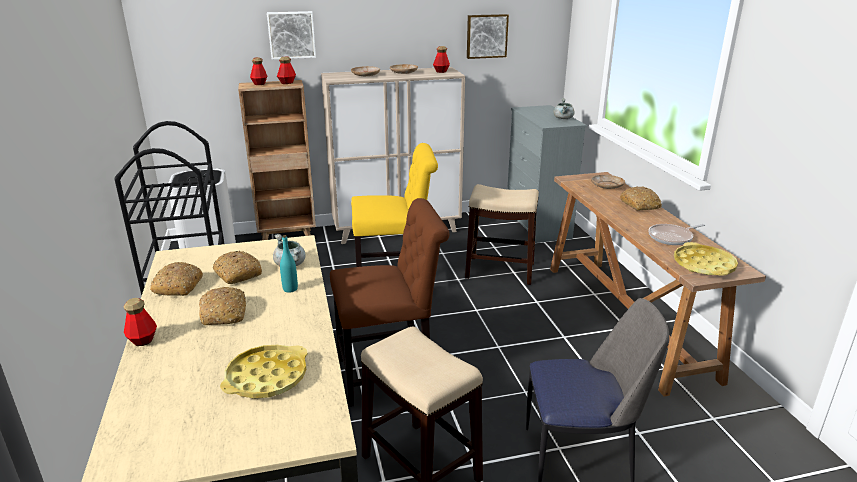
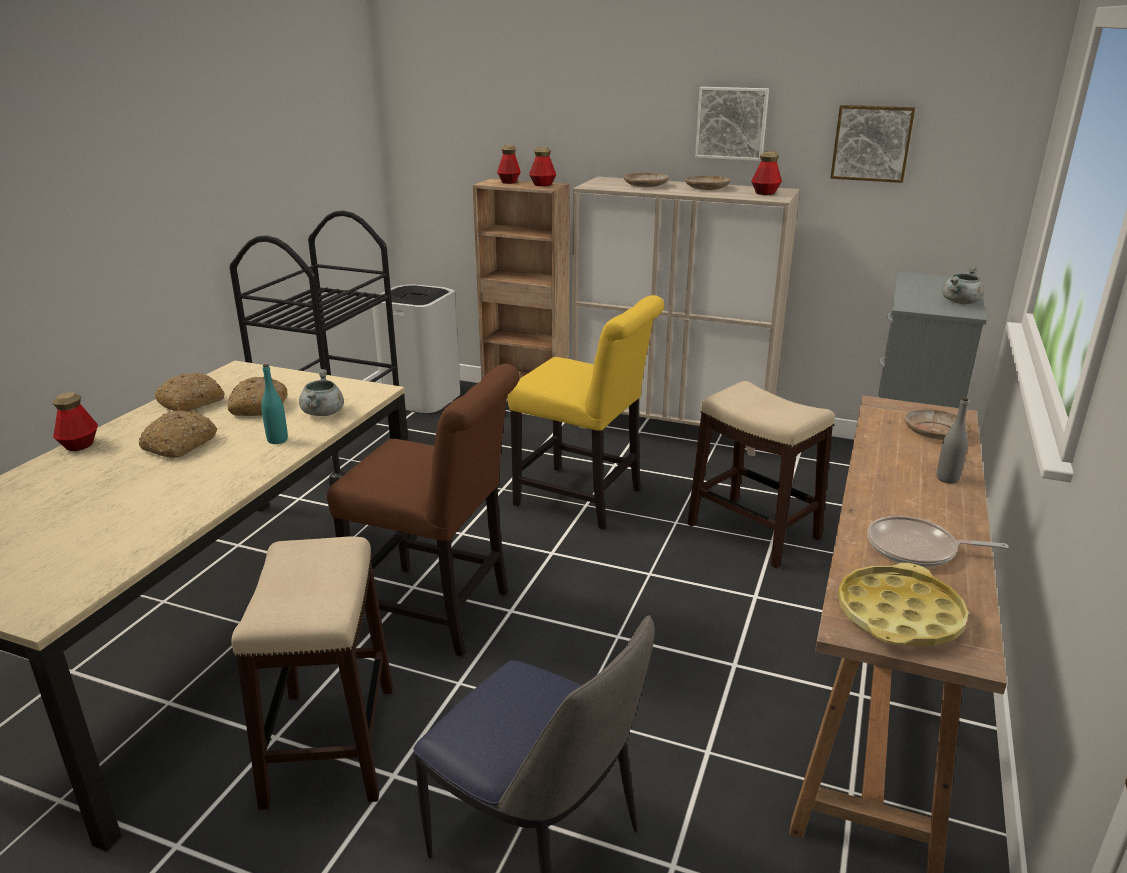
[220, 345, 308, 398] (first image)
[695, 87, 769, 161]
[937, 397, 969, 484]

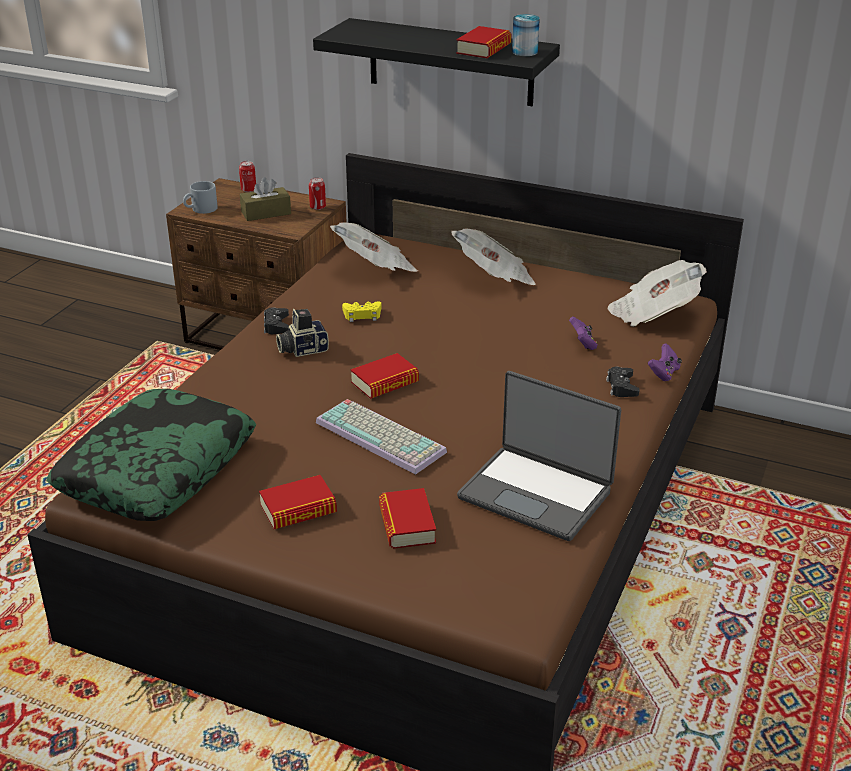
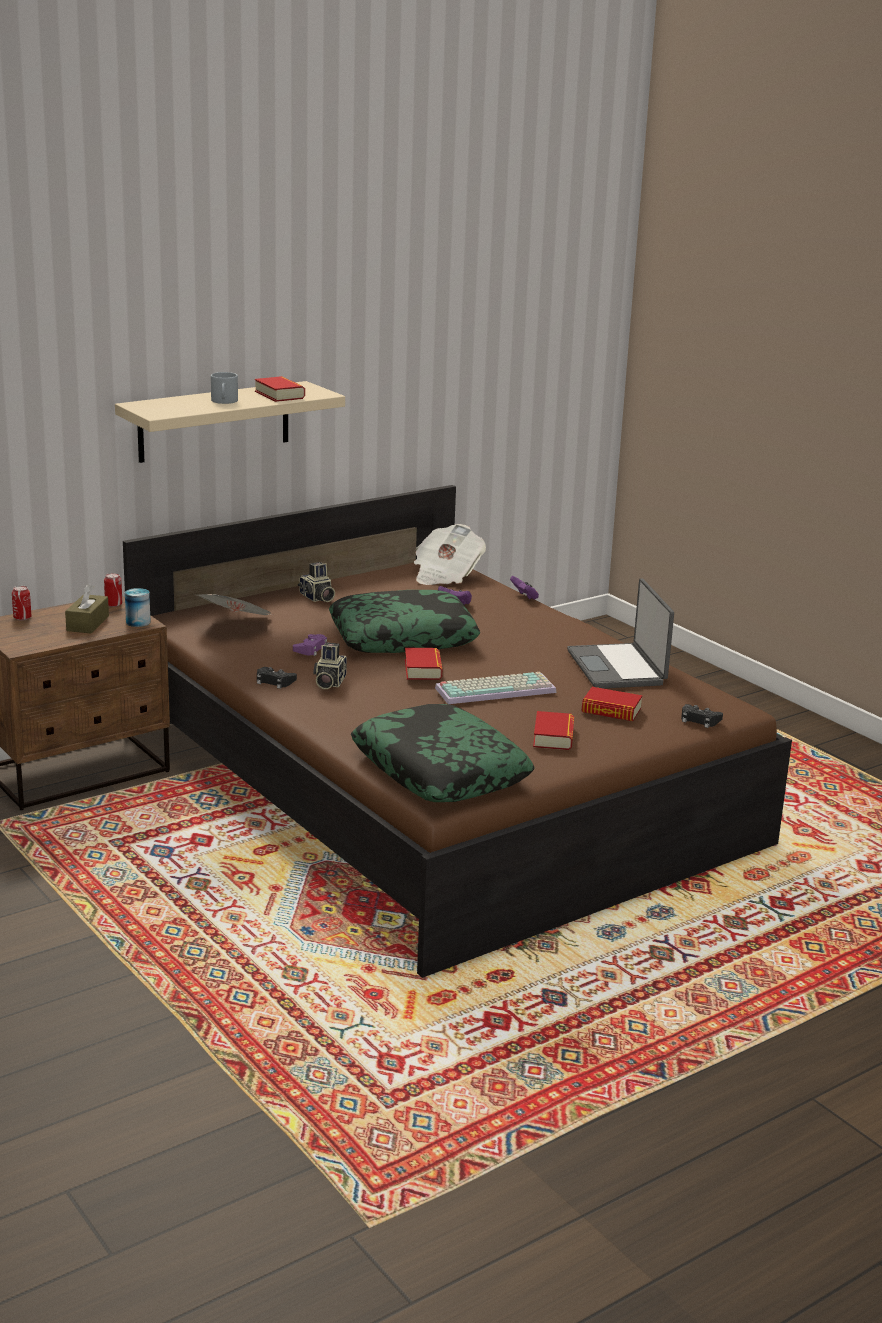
[329, 590, 480, 653]
[211, 372, 238, 404]
[125, 588, 151, 627]
[681, 704, 723, 728]
[298, 562, 335, 602]
[115, 381, 345, 463]
[293, 634, 327, 656]
[567, 578, 674, 689]

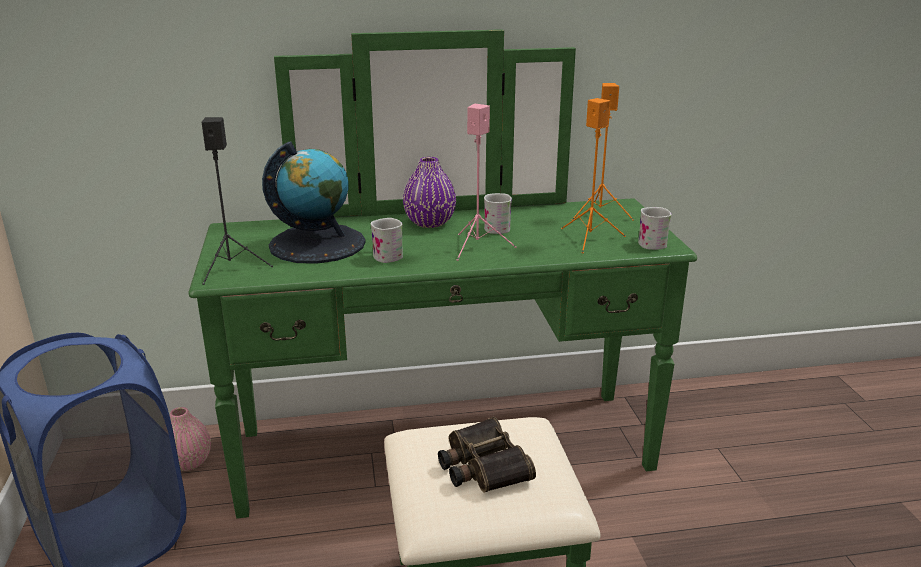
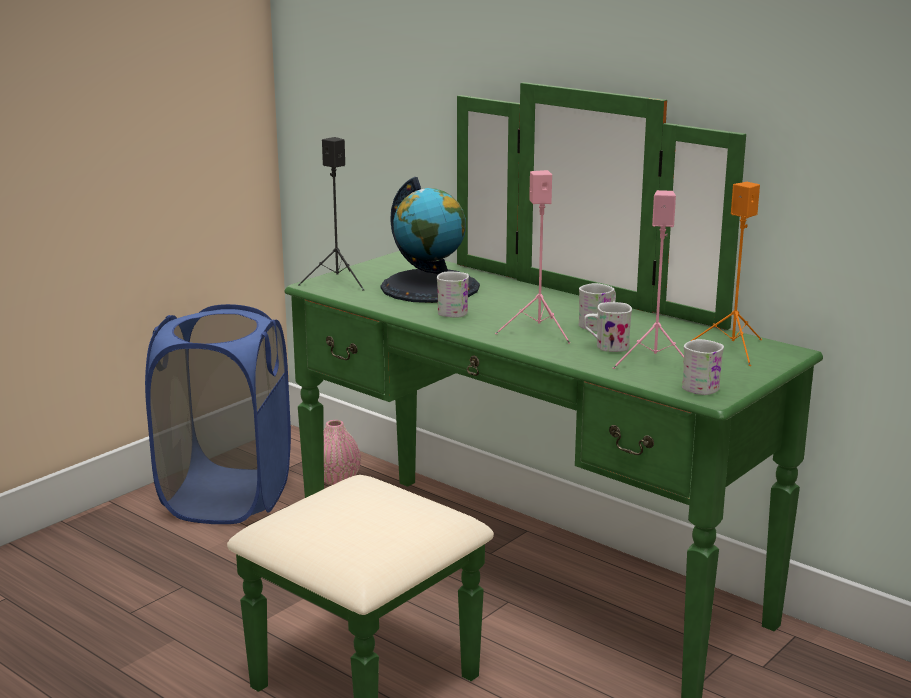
[403, 157, 456, 228] (first image)
[438, 417, 536, 493] (first image)
[584, 302, 632, 352]
[613, 190, 684, 369]

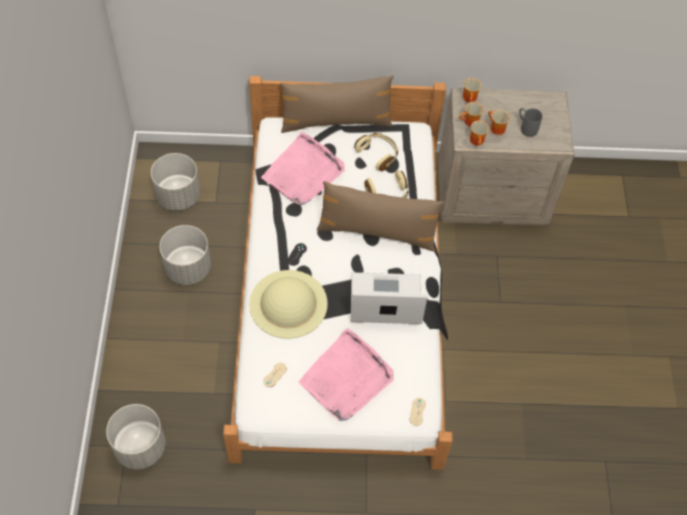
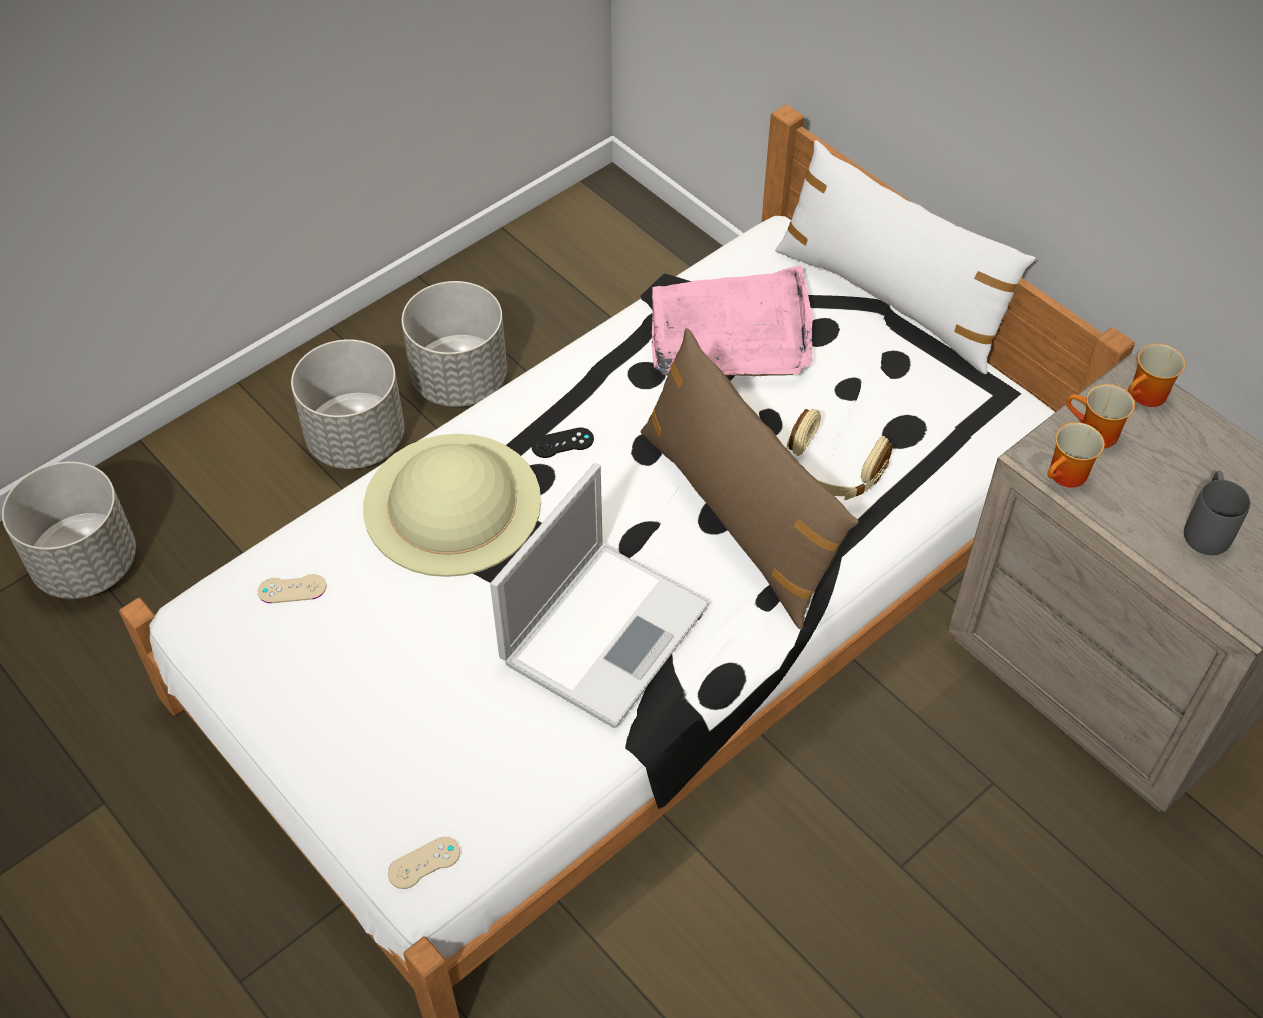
[298, 328, 394, 421] (first image)
[354, 133, 399, 171] (first image)
[488, 110, 510, 135] (first image)
[291, 339, 405, 469]
[775, 140, 1036, 374]
[490, 463, 710, 728]

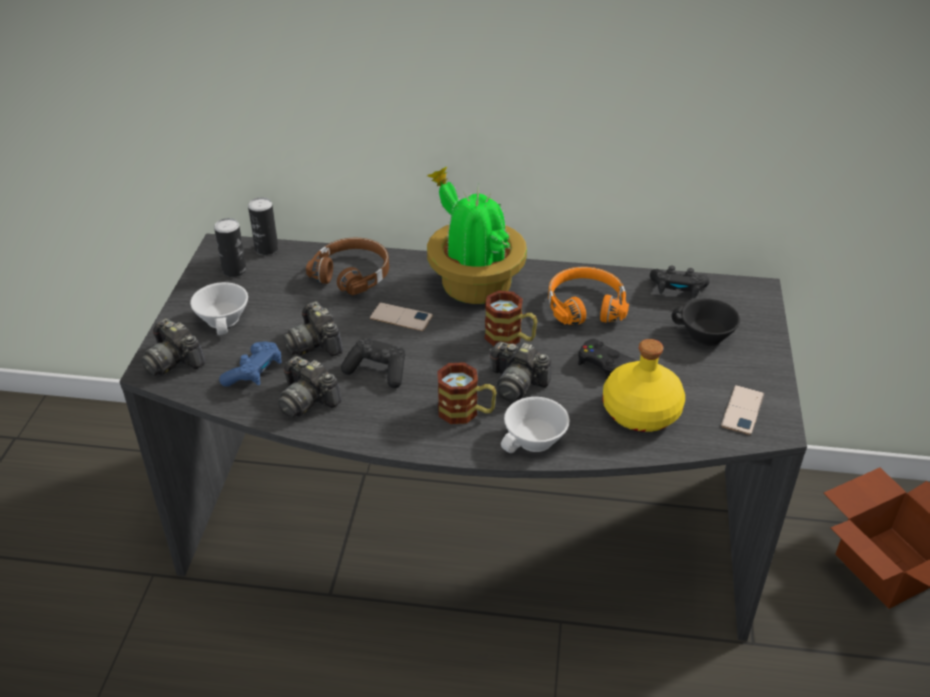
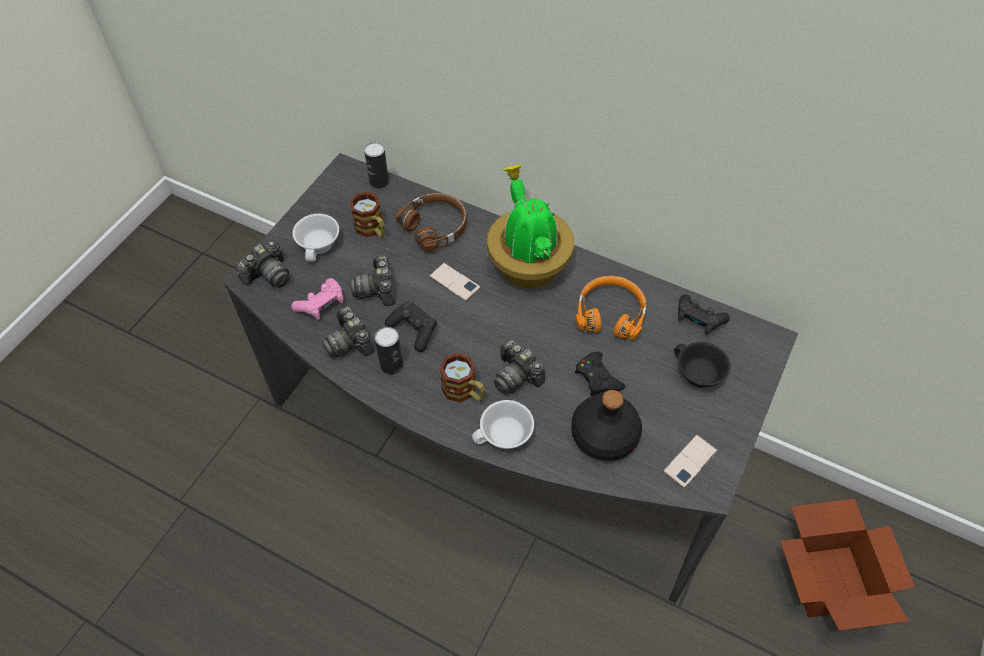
[375, 327, 403, 375]
[350, 192, 385, 237]
[291, 278, 343, 319]
[571, 390, 642, 461]
[236, 241, 290, 288]

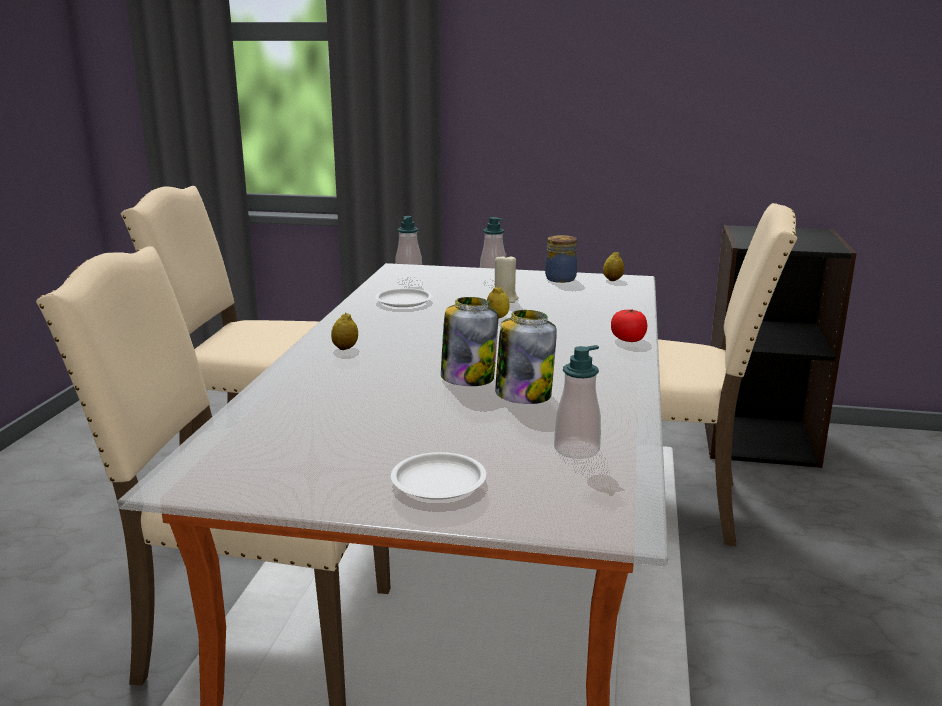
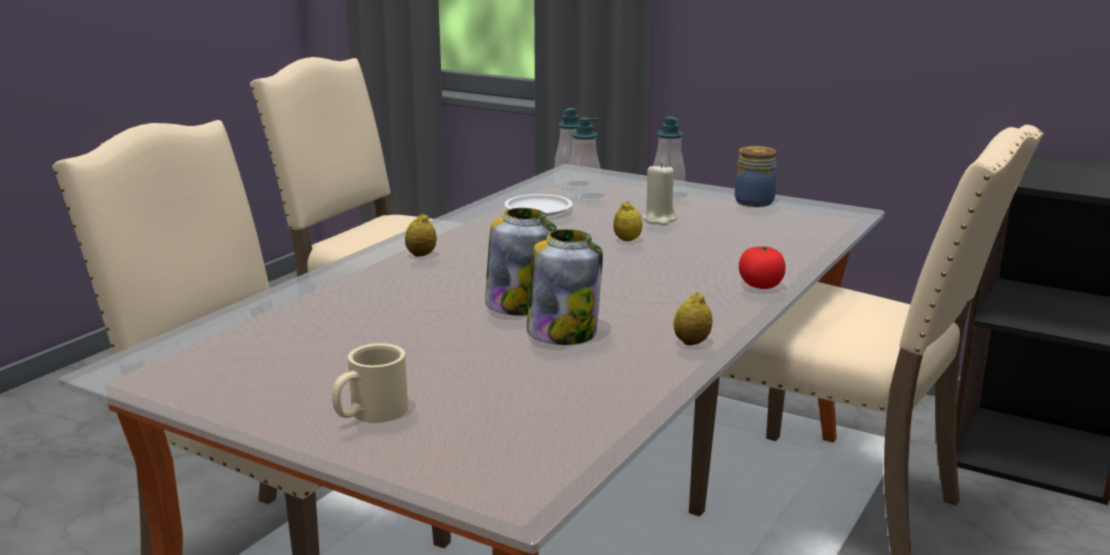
[567, 117, 601, 201]
[674, 292, 713, 345]
[332, 343, 408, 423]

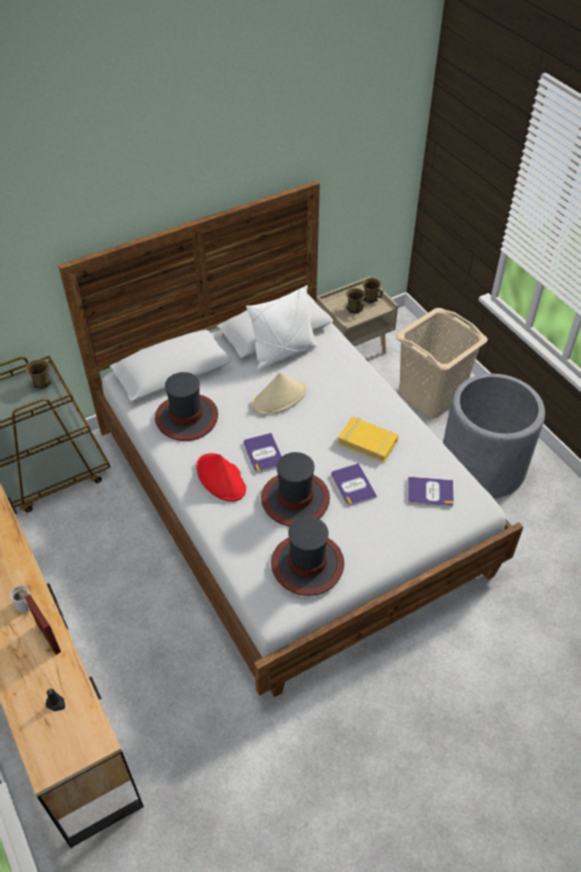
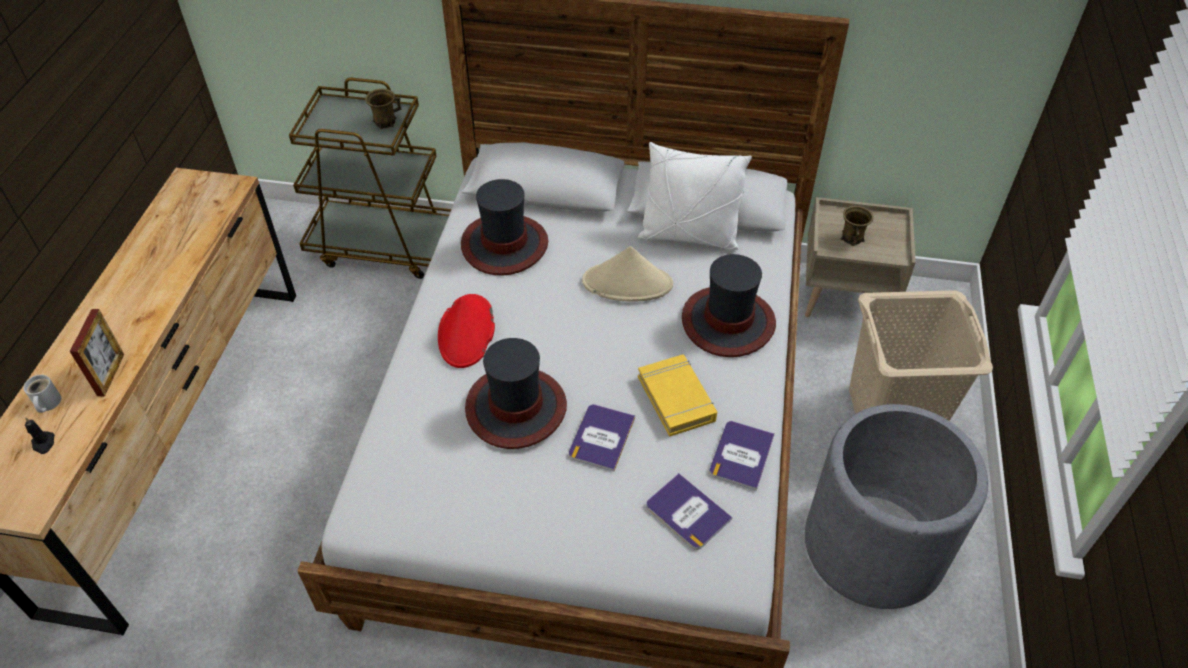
[362, 278, 383, 304] (first image)
[23, 375, 61, 413]
[709, 421, 775, 491]
[682, 254, 776, 357]

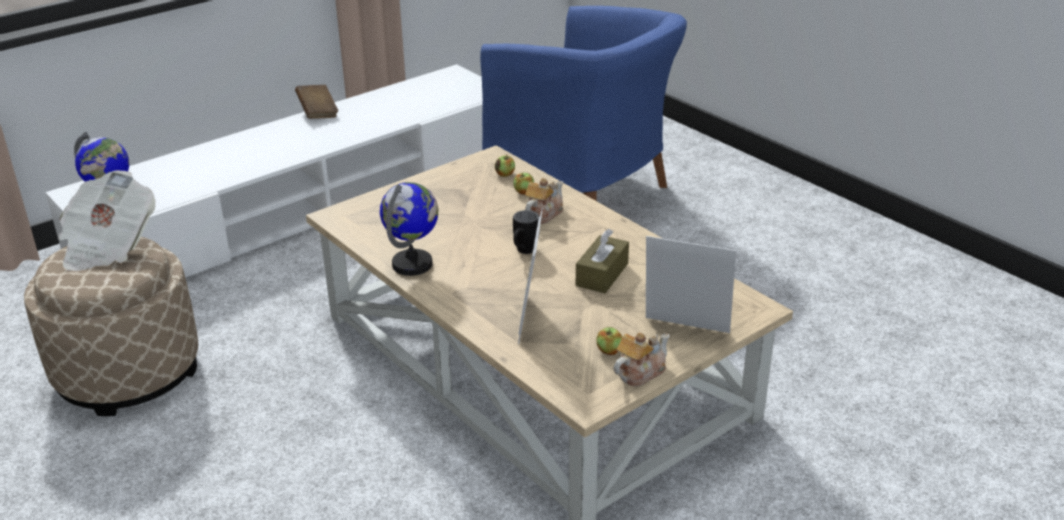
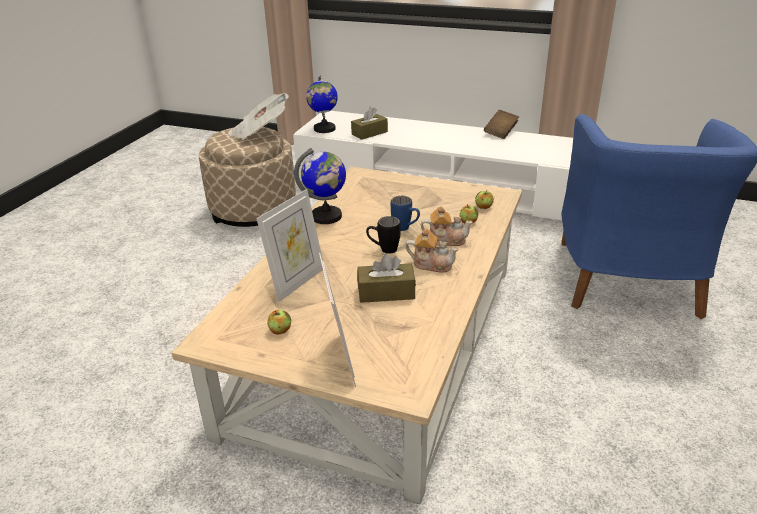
[351, 107, 388, 140]
[391, 196, 420, 231]
[405, 229, 459, 273]
[256, 189, 323, 302]

